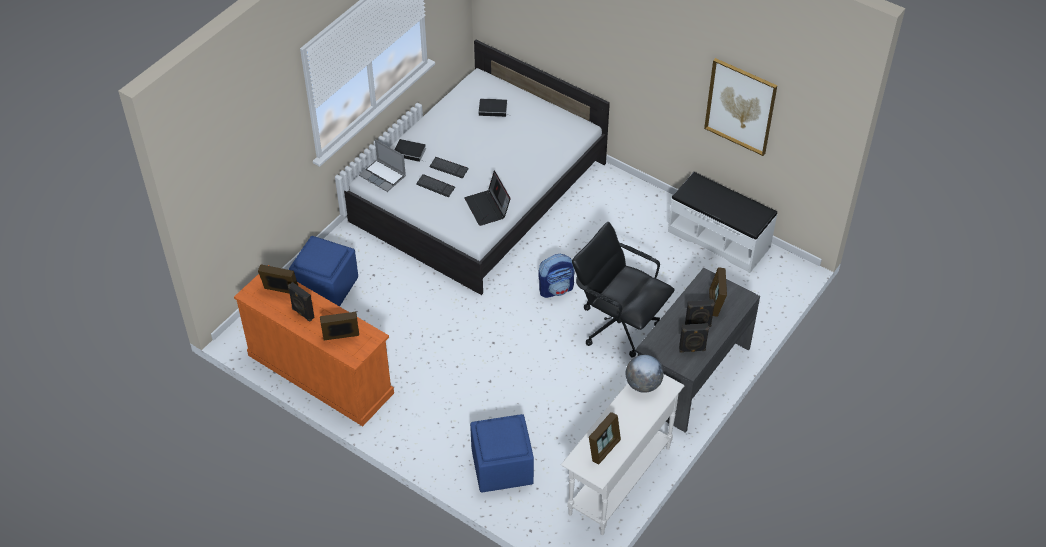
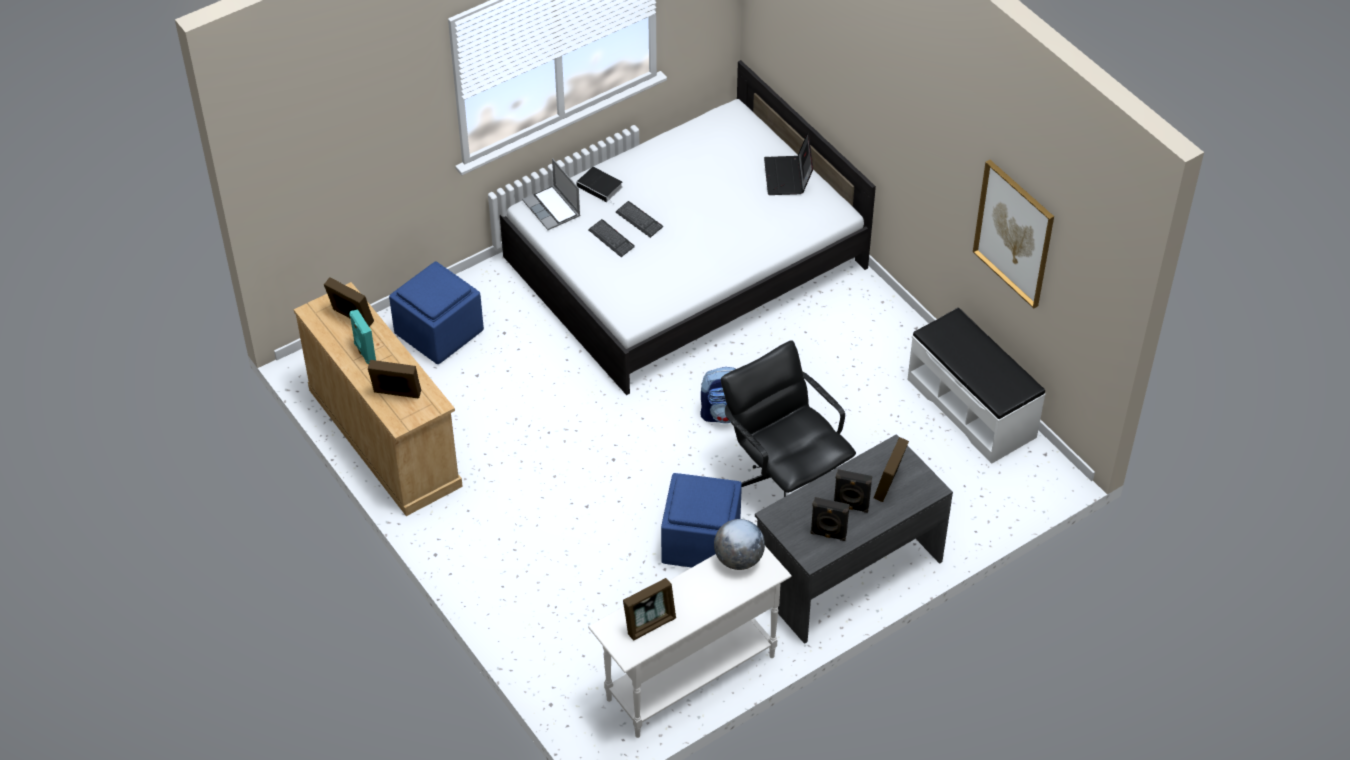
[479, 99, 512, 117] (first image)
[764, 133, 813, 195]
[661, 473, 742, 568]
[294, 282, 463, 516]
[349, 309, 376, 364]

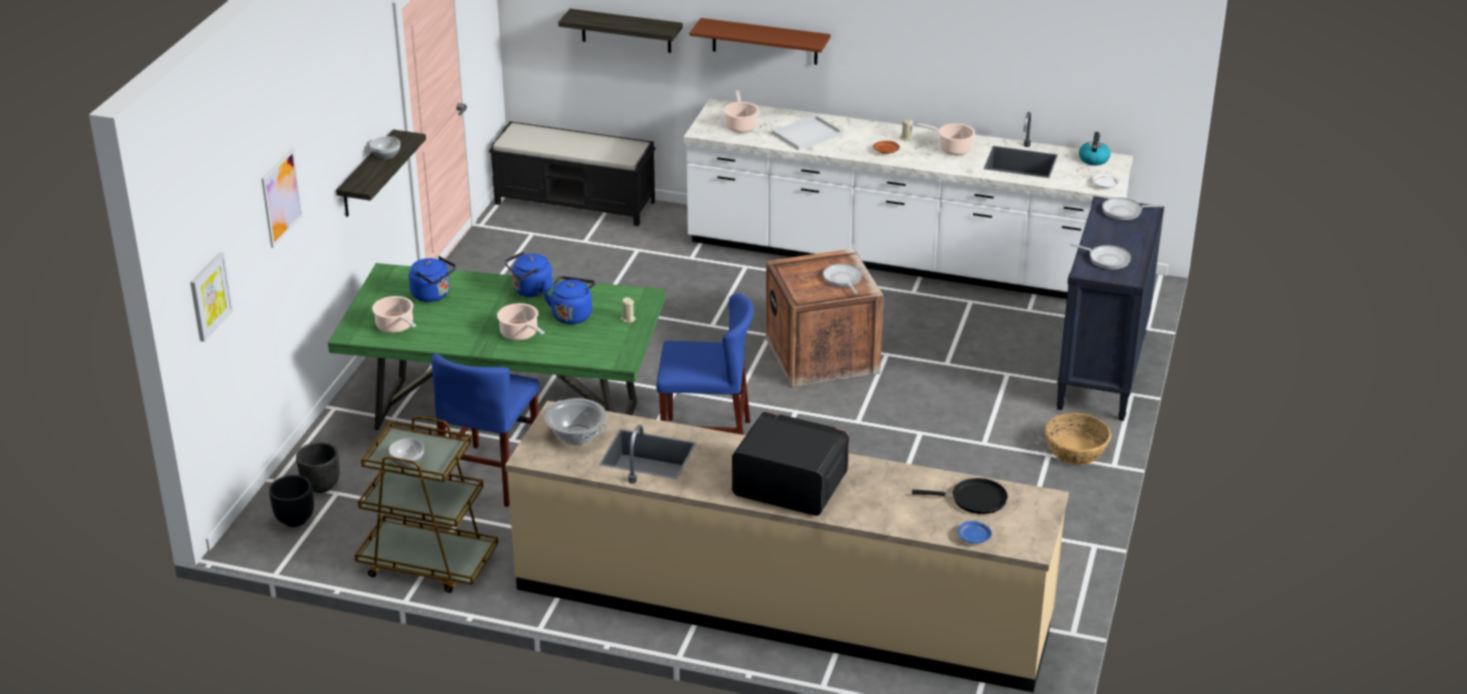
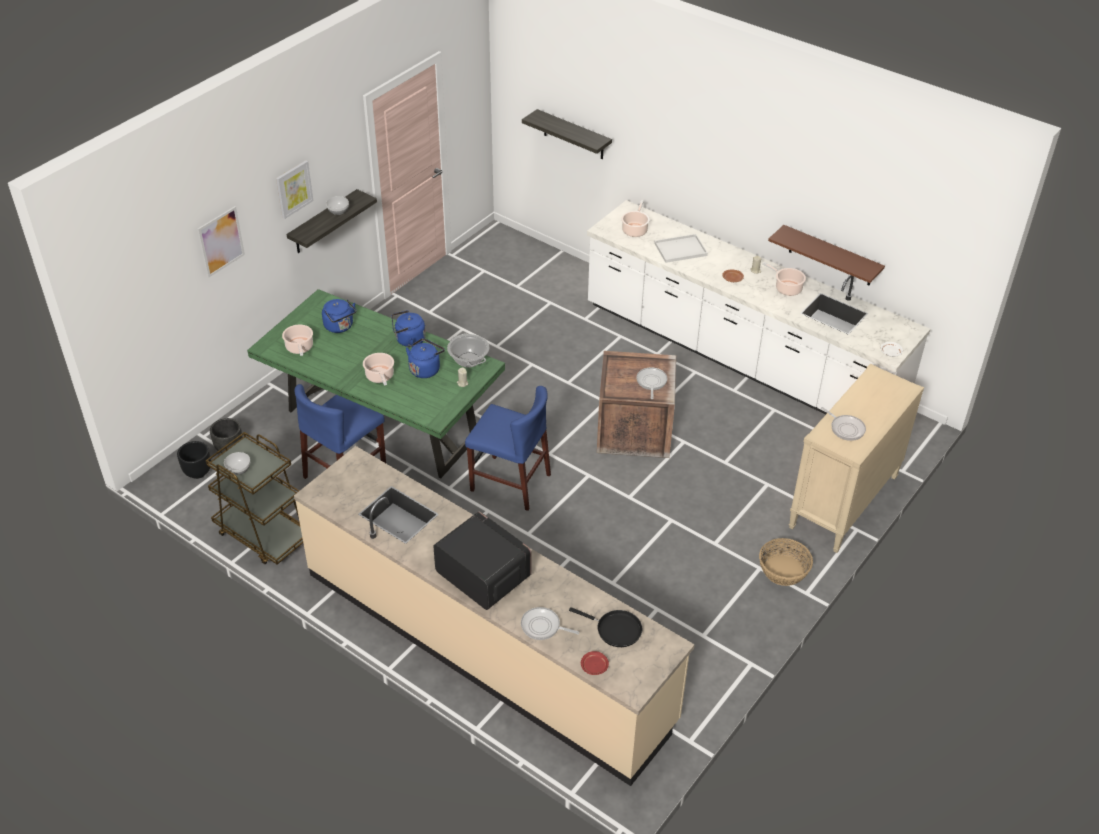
[489, 121, 656, 226] (first image)
[1079, 132, 1110, 165] (first image)
[276, 160, 314, 219]
[447, 334, 489, 368]
[768, 225, 885, 286]
[521, 607, 579, 640]
[581, 651, 609, 675]
[789, 364, 924, 553]

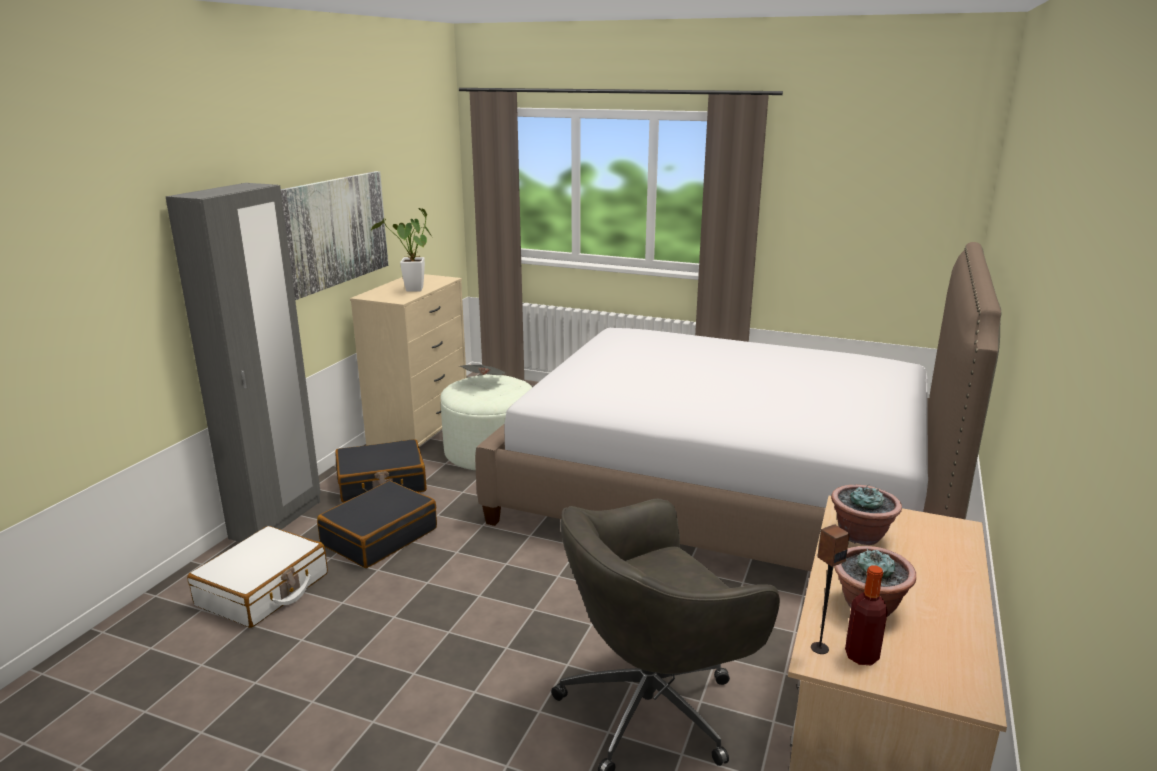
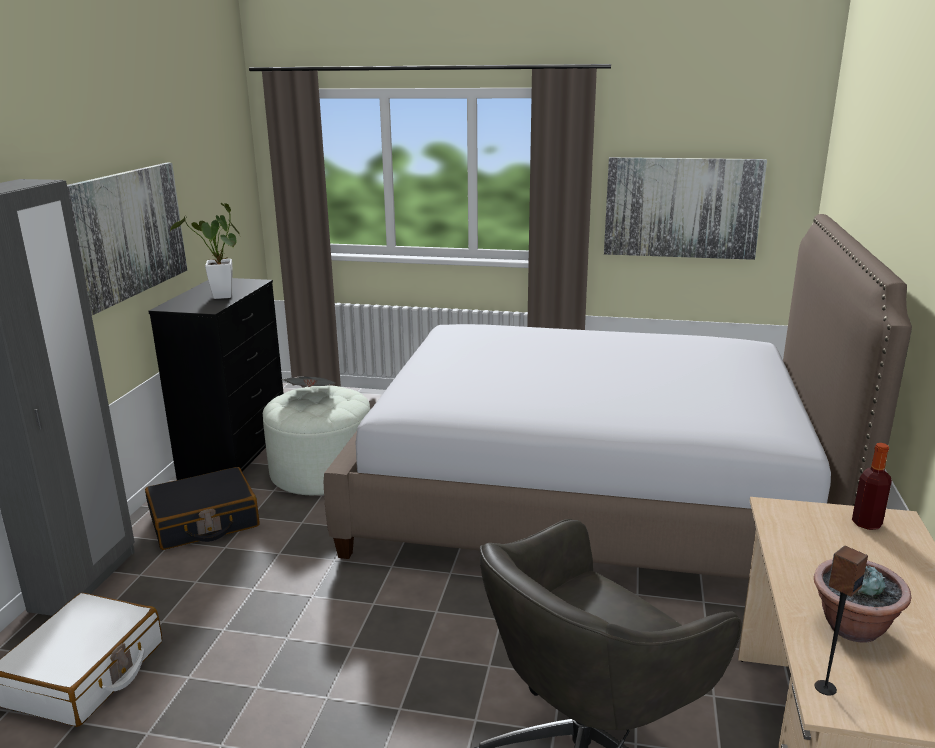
[317, 481, 437, 568] (first image)
[831, 484, 902, 545] (first image)
[604, 157, 767, 260]
[852, 443, 892, 530]
[148, 278, 284, 480]

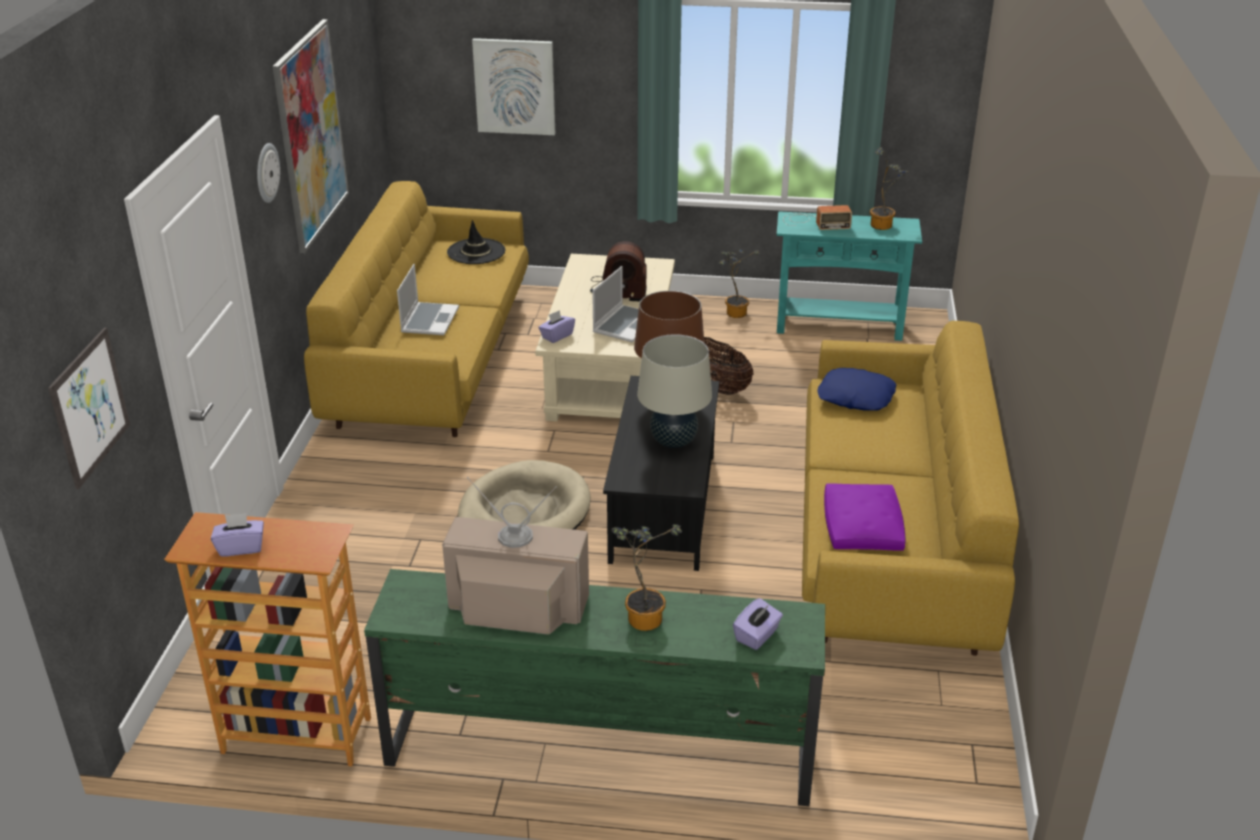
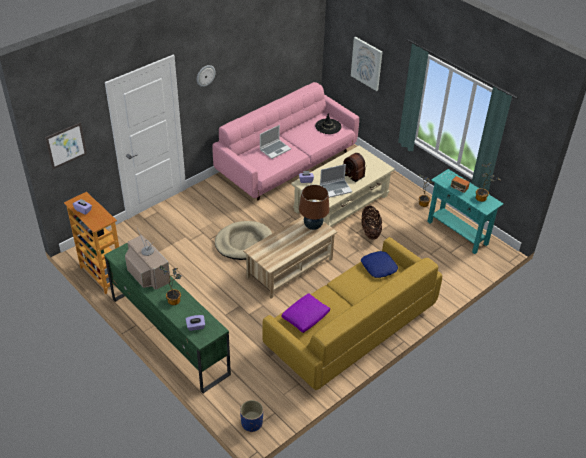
[272, 19, 349, 253] (first image)
[637, 334, 712, 448] (first image)
[240, 400, 264, 432]
[212, 82, 359, 201]
[243, 216, 337, 298]

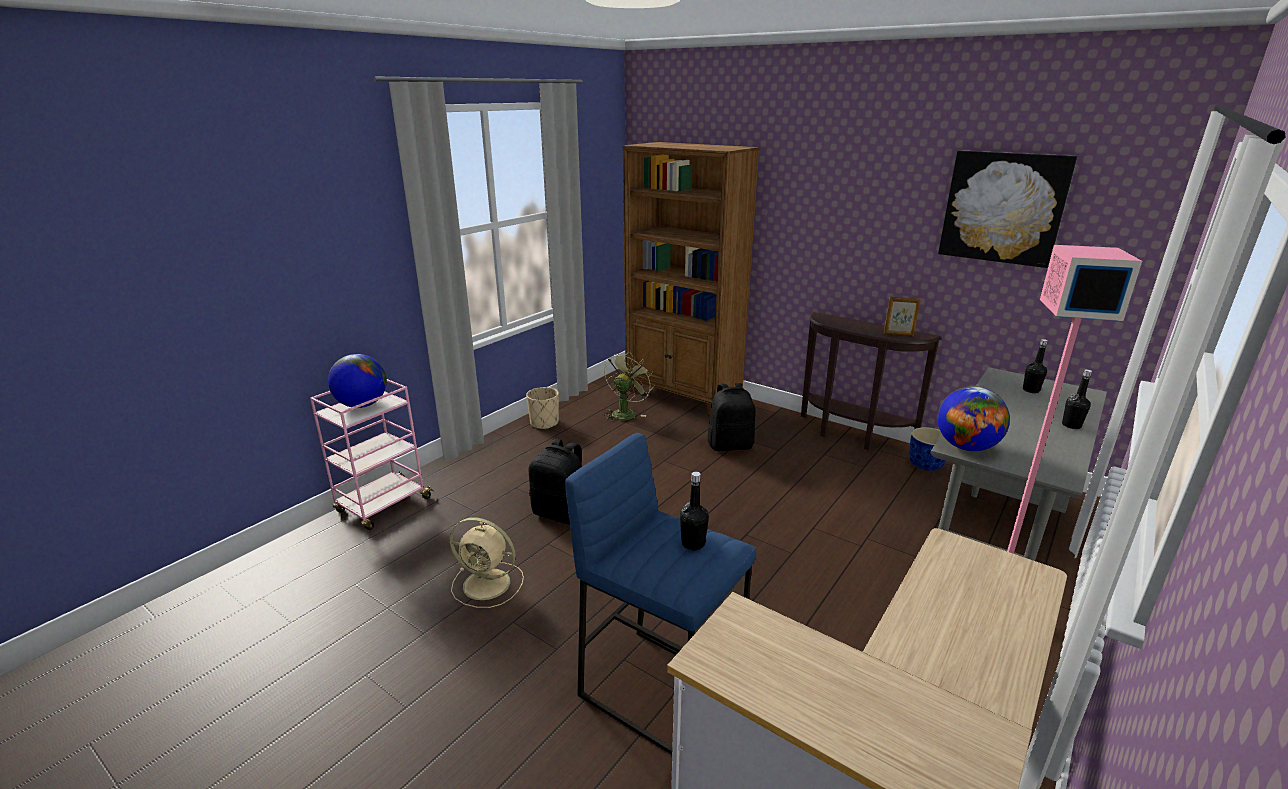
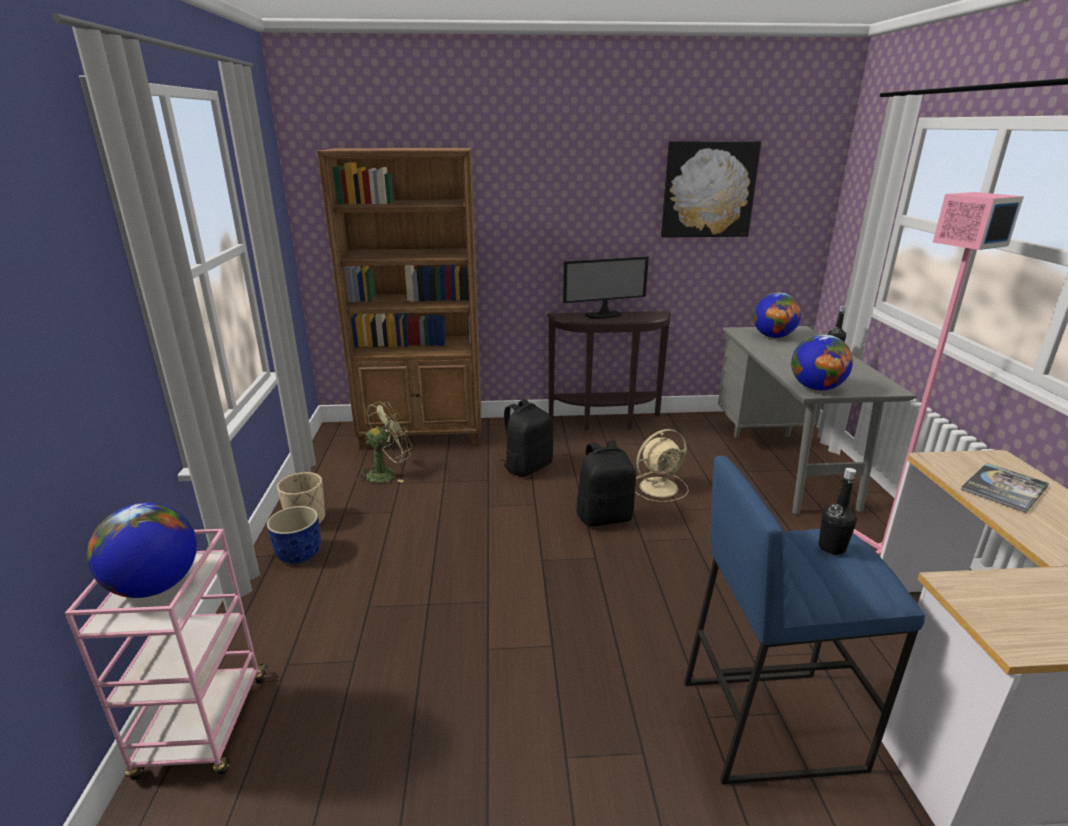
[884, 297, 921, 337] (first image)
[563, 256, 649, 319]
[961, 463, 1049, 513]
[635, 429, 689, 502]
[576, 441, 636, 527]
[267, 506, 321, 564]
[753, 292, 801, 338]
[356, 402, 412, 483]

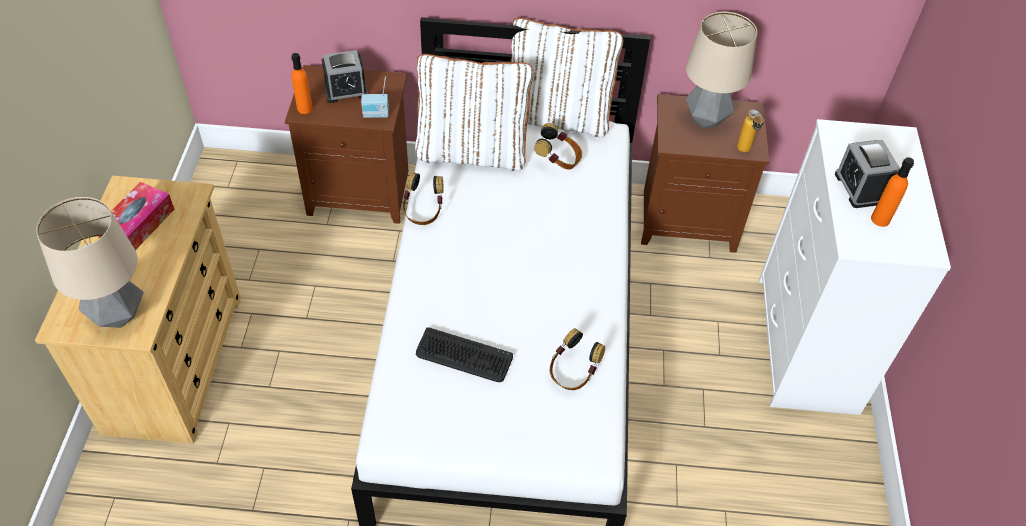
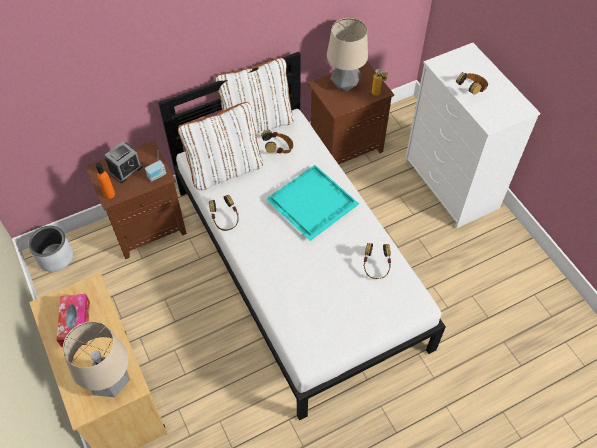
[416, 327, 513, 382] (first image)
[871, 157, 914, 227] (first image)
[28, 226, 73, 272]
[266, 165, 359, 241]
[456, 72, 488, 94]

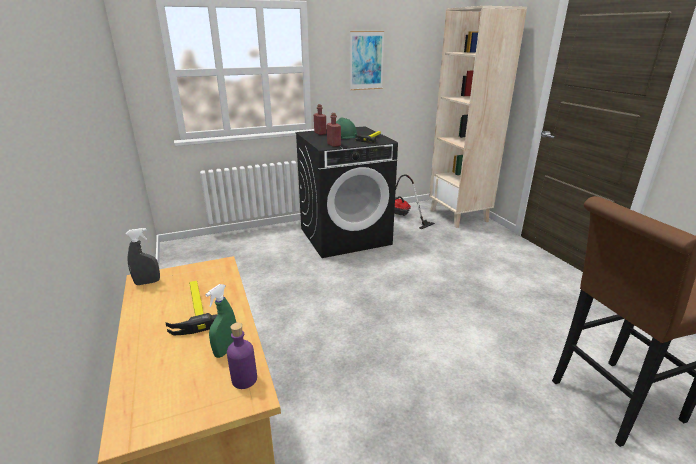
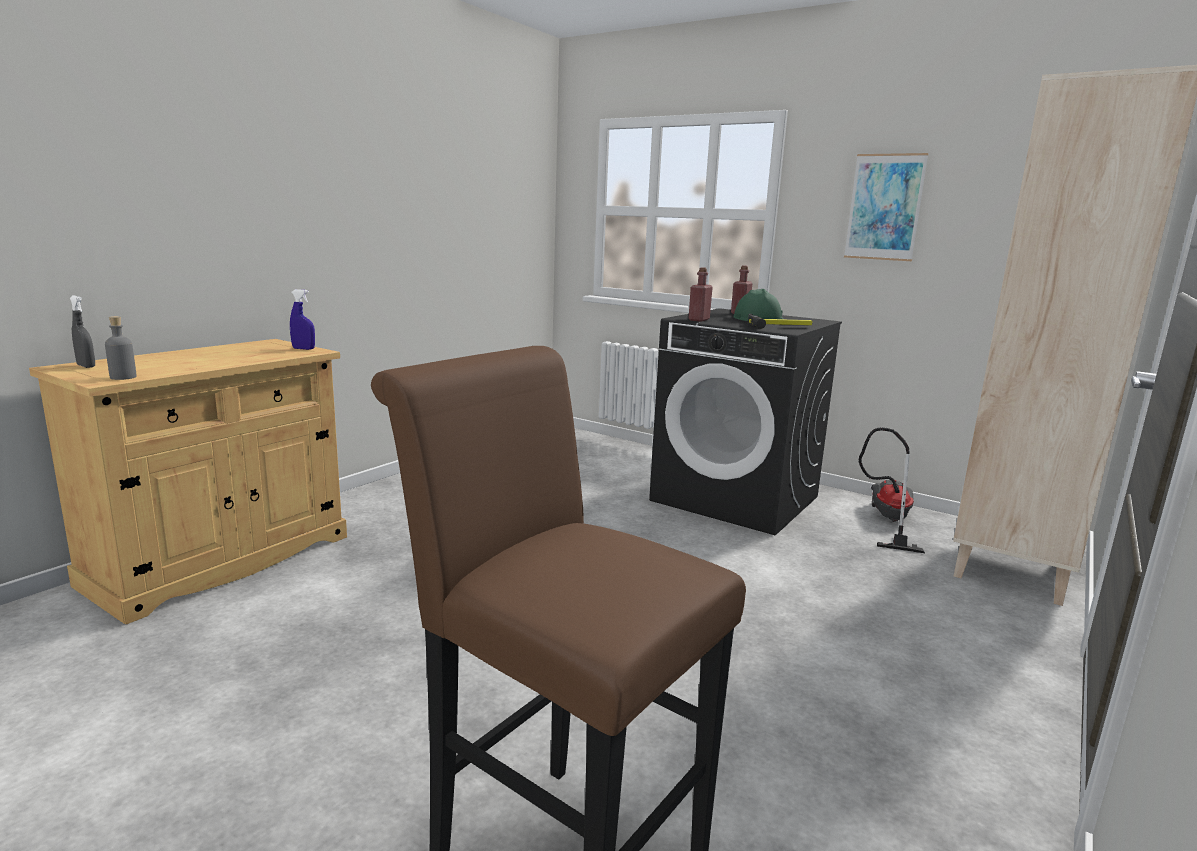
[165, 281, 218, 335] (first image)
[205, 284, 236, 358] (first image)
[290, 289, 315, 350]
[70, 296, 95, 368]
[105, 316, 137, 380]

